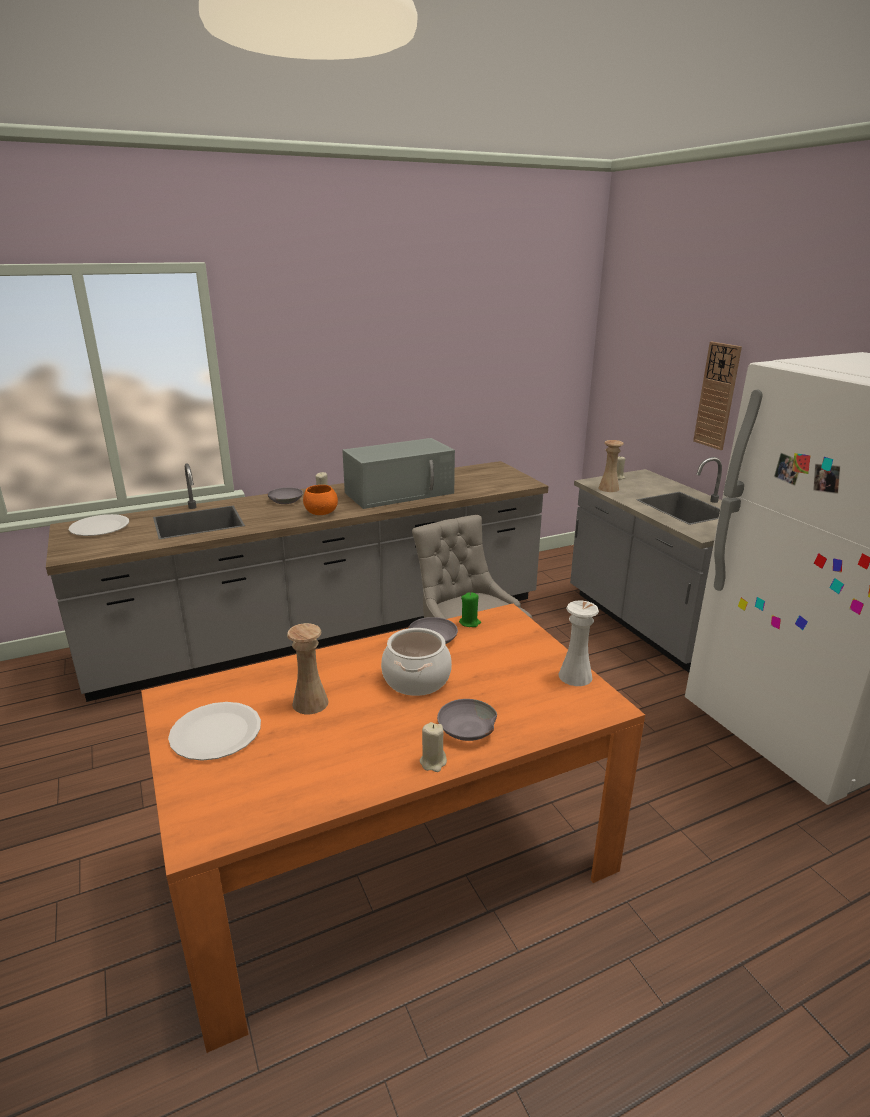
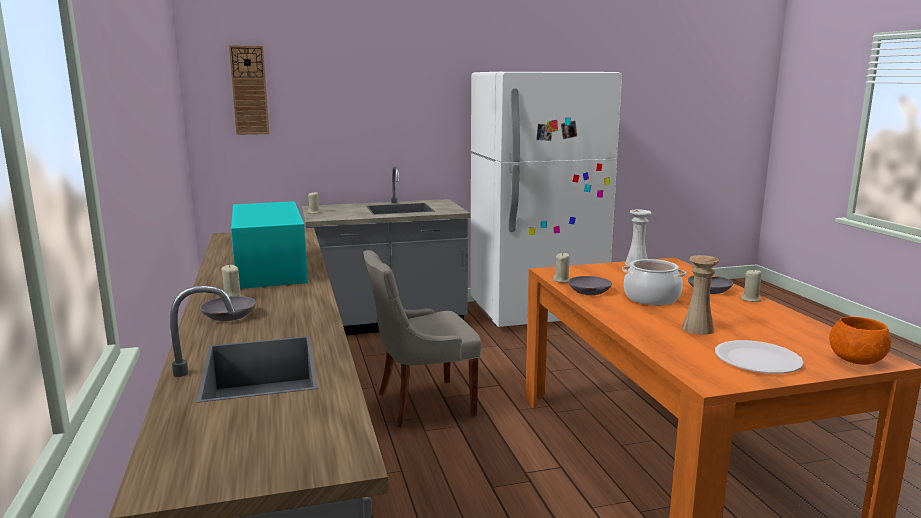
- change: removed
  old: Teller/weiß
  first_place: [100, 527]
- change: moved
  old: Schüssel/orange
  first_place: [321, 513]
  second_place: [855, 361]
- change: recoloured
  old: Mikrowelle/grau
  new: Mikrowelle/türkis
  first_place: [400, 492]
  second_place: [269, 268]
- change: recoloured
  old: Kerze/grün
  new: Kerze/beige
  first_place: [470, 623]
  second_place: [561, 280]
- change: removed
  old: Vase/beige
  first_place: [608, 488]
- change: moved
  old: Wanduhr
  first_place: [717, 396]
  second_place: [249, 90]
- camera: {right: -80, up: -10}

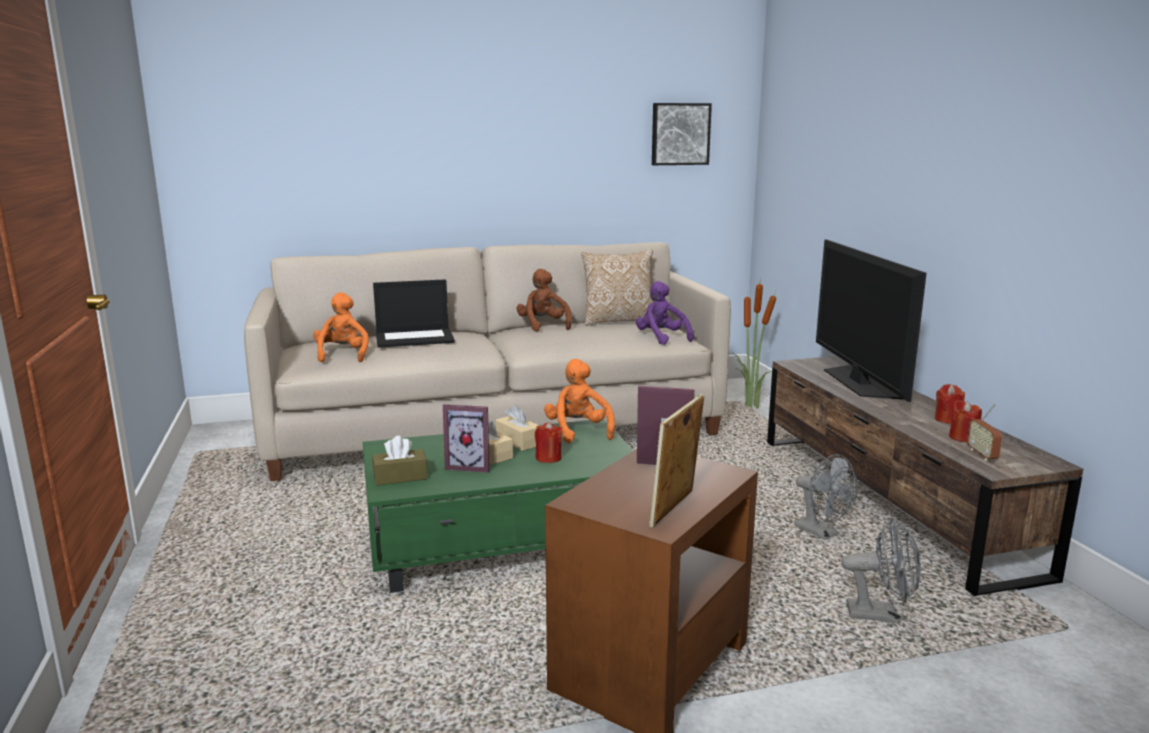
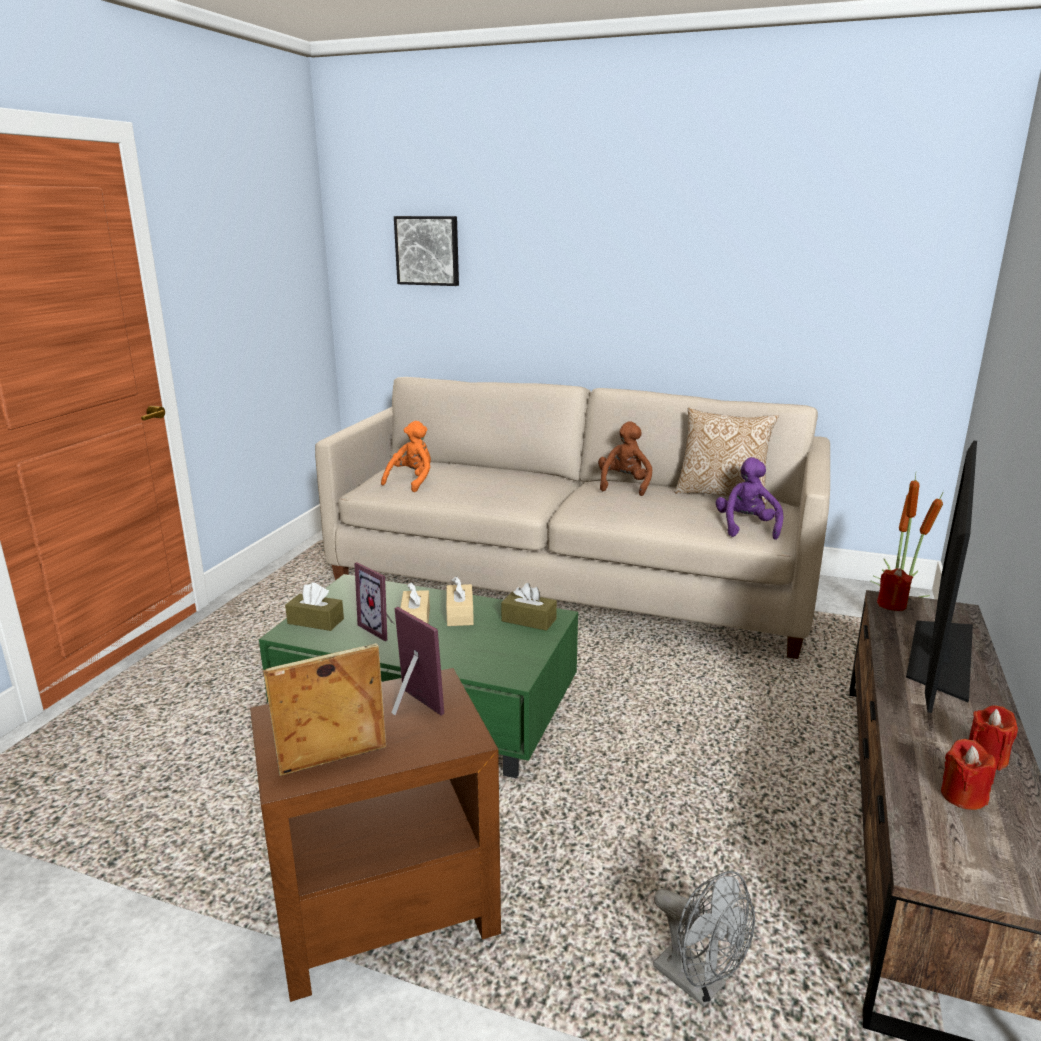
- change: removed
  old: Laptop
  first_place: [415, 338]
- change: moved
  old: Kerze/rot
  first_place: [548, 458]
  second_place: [891, 605]
- change: replaced
  old: Plüschtier/orange
  new: Taschentuchbox/braun
  first_place: [578, 432]
  second_place: [528, 620]
- change: moved
  old: Bild
  first_place: [680, 134]
  second_place: [428, 250]
- change: removed
  old: Ventilator/grau
  first_place: [822, 533]
- change: removed
  old: Radio
  first_place: [982, 454]
- camera: {right: 35, up: 5}

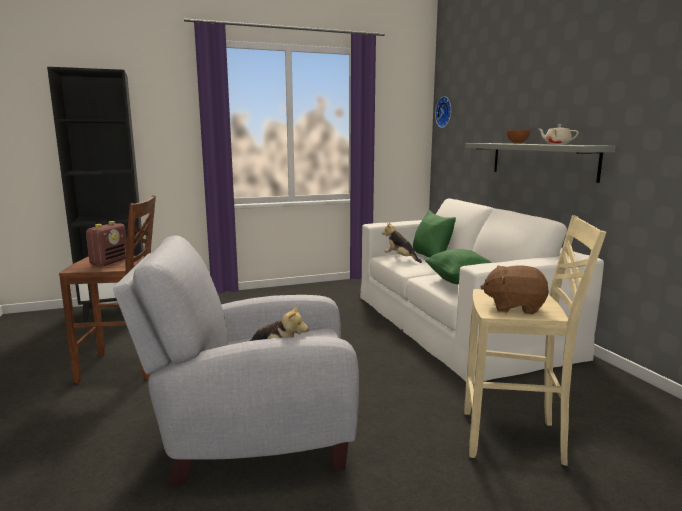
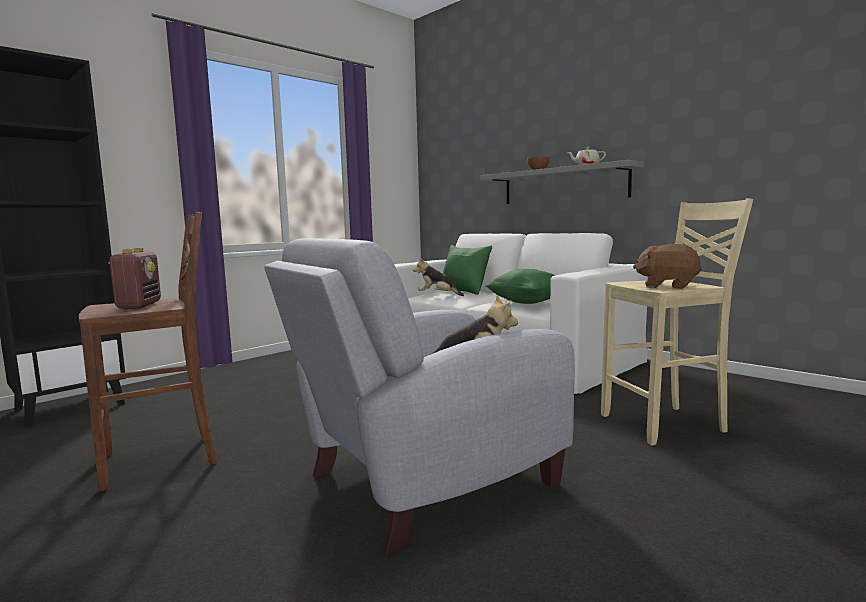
- change: removed
  old: Wanduhr
  first_place: [445, 112]
- change: turned
  old: Plüschtier/braun
  first_place: [514, 307]
  second_place: [667, 286]
  degrees: 45
- camera: {right: -25, up: -5}

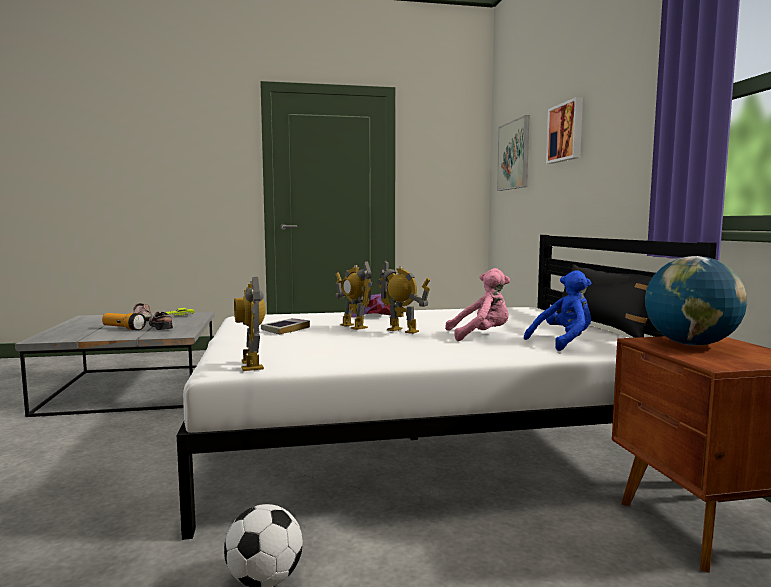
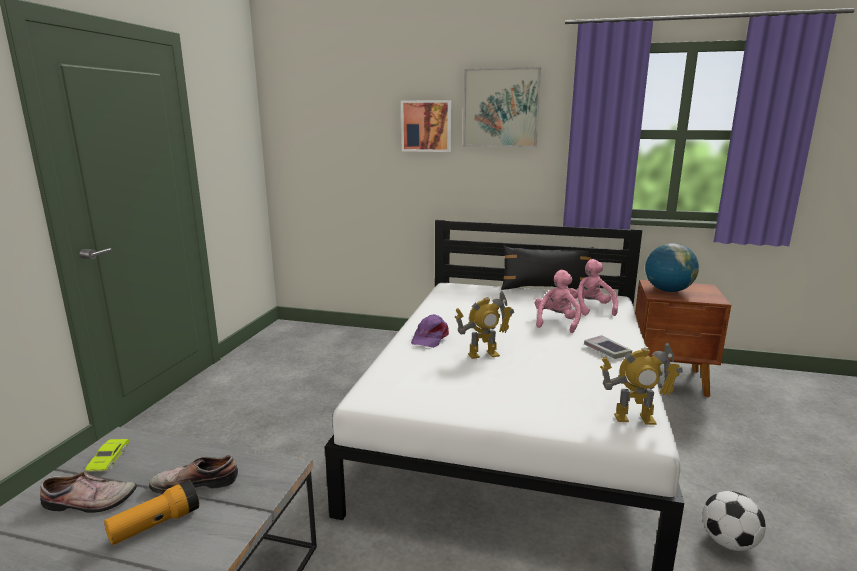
- change: moved
  old: Buch
  first_place: [285, 329]
  second_place: [607, 351]
- change: removed
  old: Spielzeugroboter
  first_place: [402, 331]
- change: moved
  old: Bild
  first_place: [513, 155]
  second_place: [501, 108]
- change: recoloured
  old: Plüschtier/blau
  new: Plüschtier/rosa
  first_place: [563, 342]
  second_place: [590, 309]
- camera: {right: -65, up: 10}

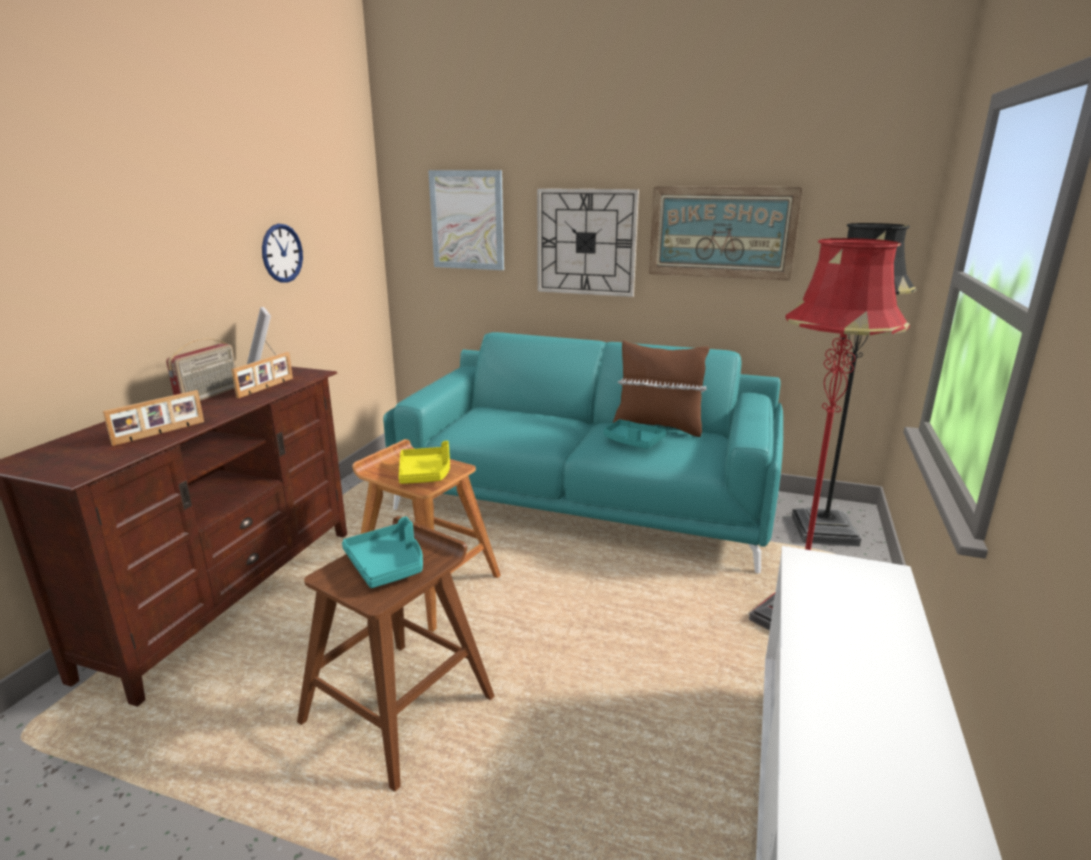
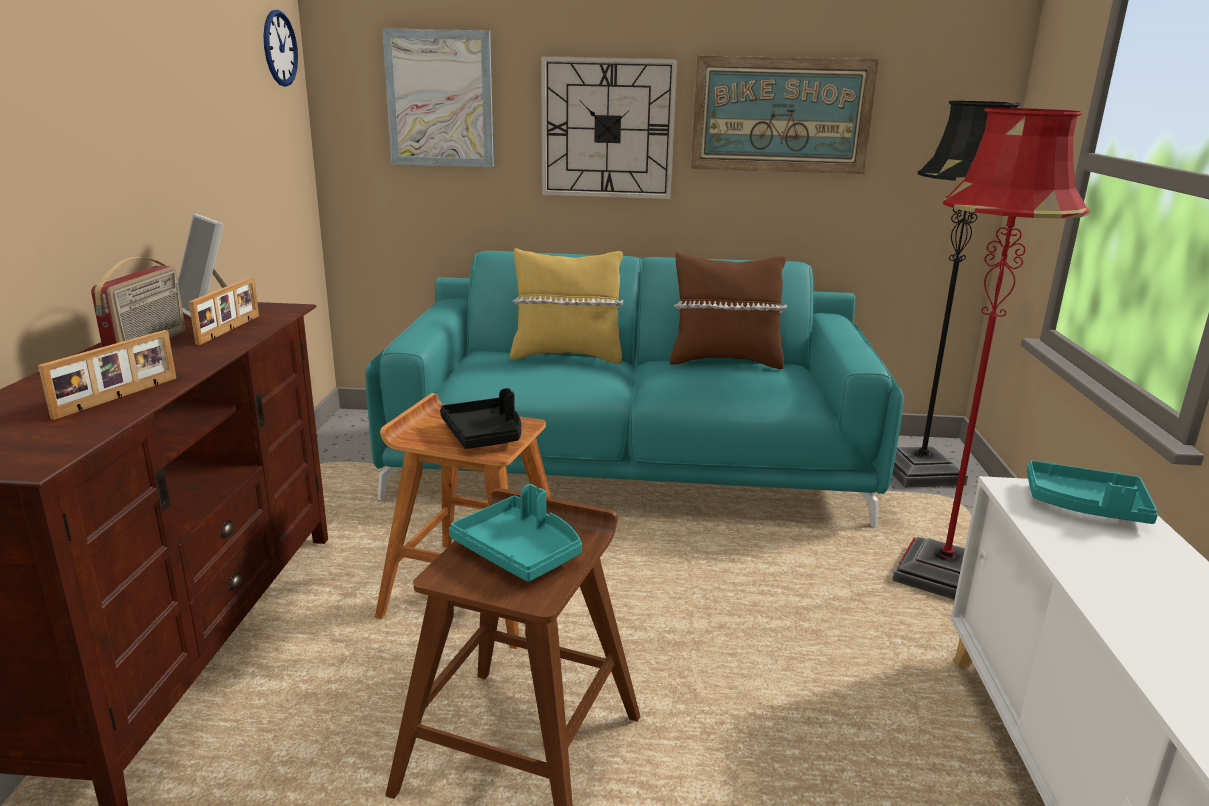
- change: moved
  old: Wanduhr
  first_place: [282, 253]
  second_place: [279, 48]
- change: recoloured
  old: Tablett/gelb
  new: Tablett/schwarz
  first_place: [425, 474]
  second_place: [485, 435]
- change: moved
  old: Tablett/türkis
  first_place: [633, 442]
  second_place: [1085, 506]
- change: added
  new: Kissen/gelb
  second_place: [566, 356]
- camera: {right: -15, up: 0}

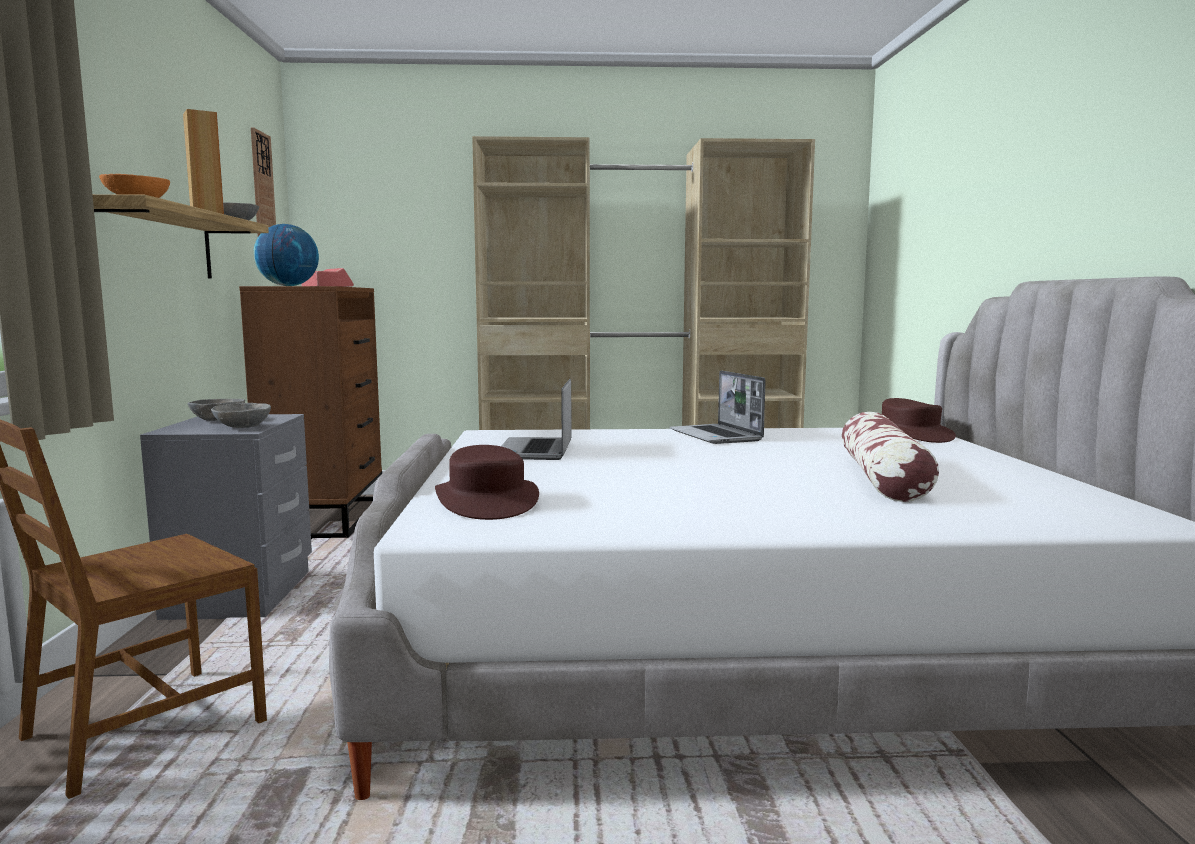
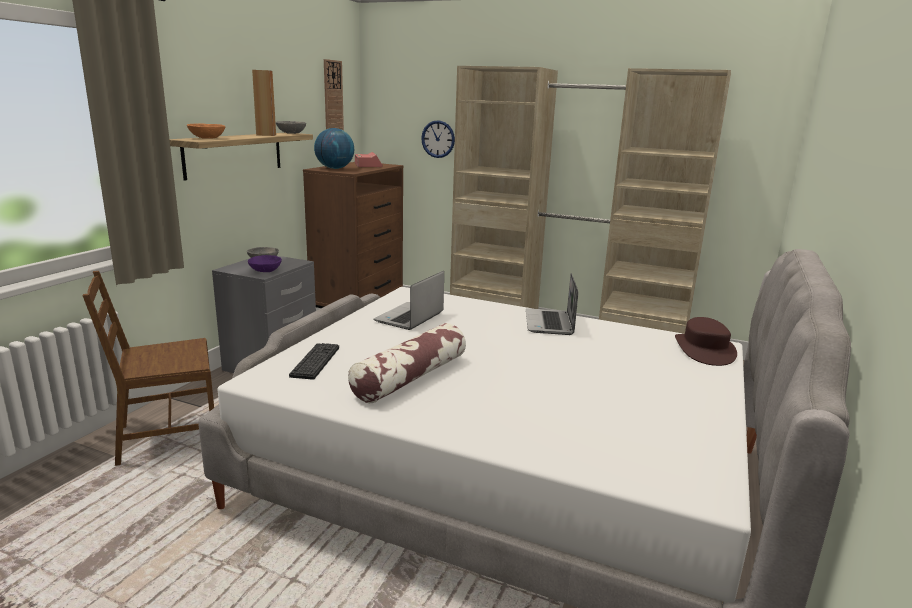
- change: recoloured
  old: Schüssel/grau
  new: Schüssel/lila
  first_place: [242, 427]
  second_place: [265, 271]
- change: replaced
  old: Hut/braun
  new: Tastatur
  first_place: [487, 501]
  second_place: [315, 361]
- change: moved
  old: Kissen
  first_place: [883, 478]
  second_place: [410, 377]
- change: added
  new: Wanduhr
  second_place: [438, 139]
- camera: {right: 25, up: 10}

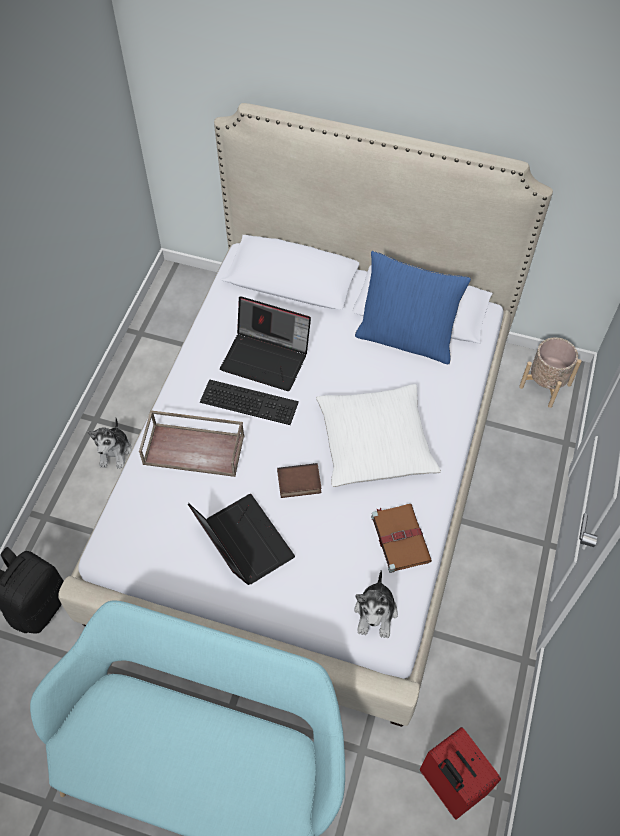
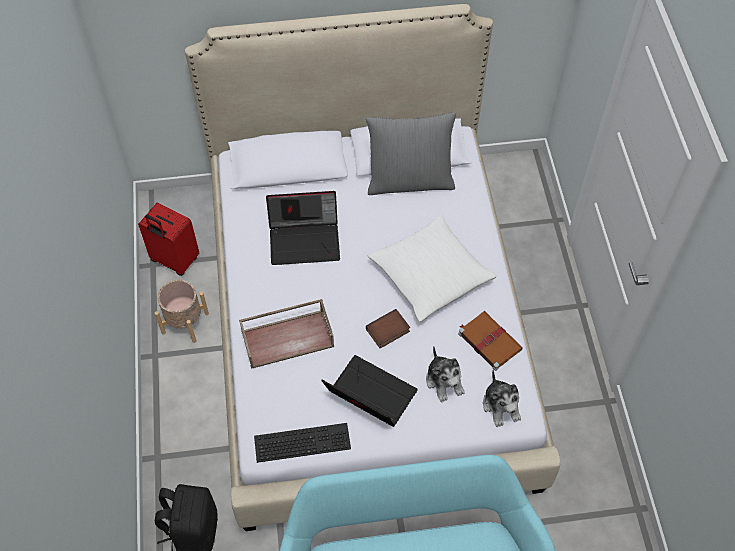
- change: moved
  old: Plüschtier
  first_place: [115, 451]
  second_place: [444, 381]
- change: moved
  old: Tastatur
  first_place: [250, 401]
  second_place: [303, 440]
- change: recoloured
  old: Kissen/blau
  new: Kissen/grau
  first_place: [406, 338]
  second_place: [409, 180]
- change: moved
  old: Koffer/rot
  first_place: [449, 784]
  second_place: [174, 260]
- change: moved
  old: Pflanzkübel/beige
  first_place: [545, 385]
  second_place: [185, 322]
- camera: {right: -25, up: 0}

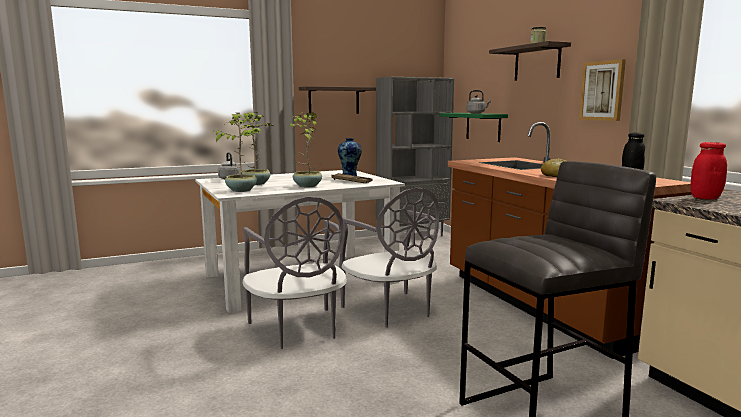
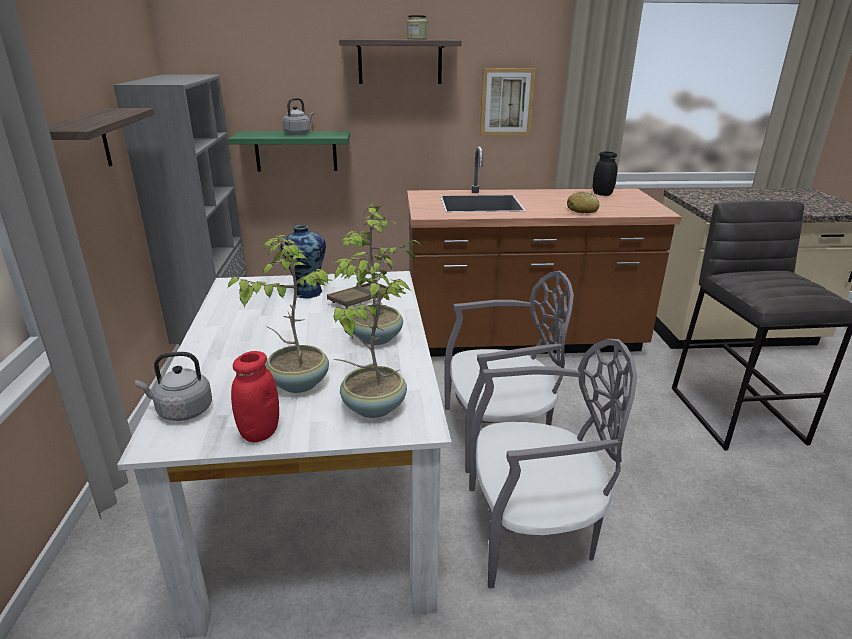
- change: moved
  old: Vorratsglas/rot
  first_place: [705, 198]
  second_place: [259, 432]
- camera: {right: -70, up: 15}

